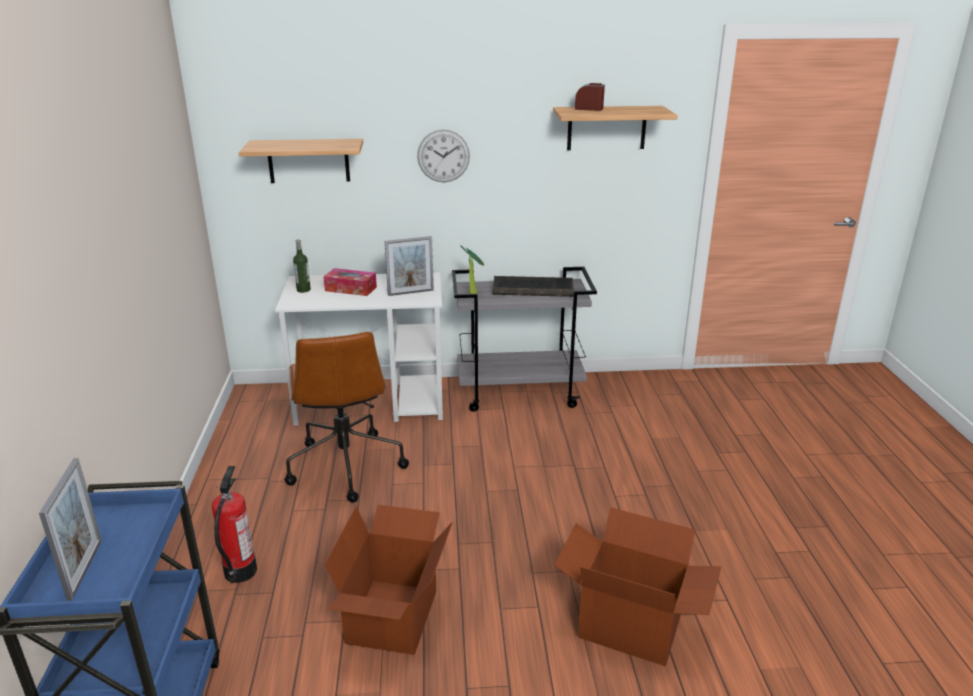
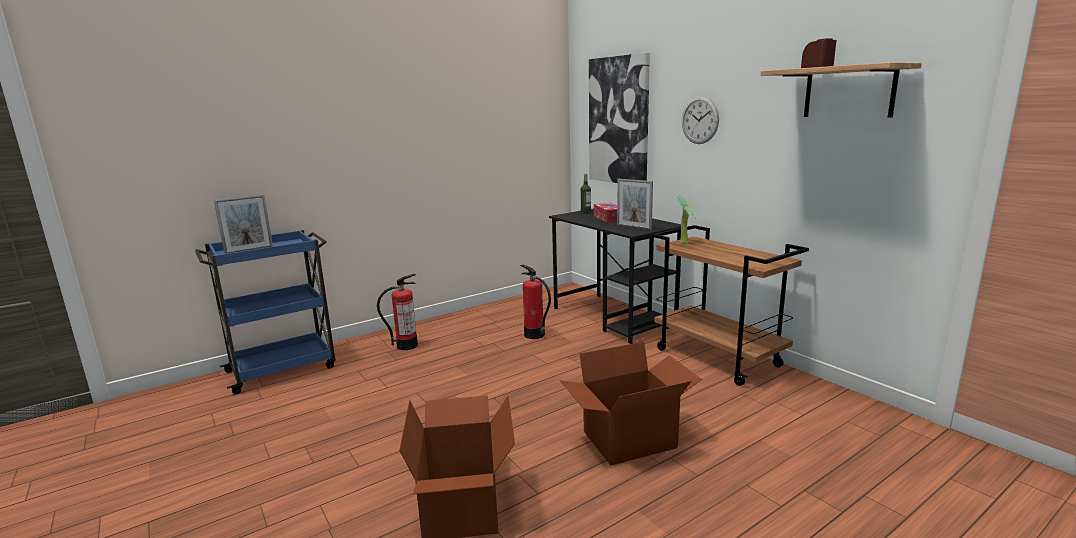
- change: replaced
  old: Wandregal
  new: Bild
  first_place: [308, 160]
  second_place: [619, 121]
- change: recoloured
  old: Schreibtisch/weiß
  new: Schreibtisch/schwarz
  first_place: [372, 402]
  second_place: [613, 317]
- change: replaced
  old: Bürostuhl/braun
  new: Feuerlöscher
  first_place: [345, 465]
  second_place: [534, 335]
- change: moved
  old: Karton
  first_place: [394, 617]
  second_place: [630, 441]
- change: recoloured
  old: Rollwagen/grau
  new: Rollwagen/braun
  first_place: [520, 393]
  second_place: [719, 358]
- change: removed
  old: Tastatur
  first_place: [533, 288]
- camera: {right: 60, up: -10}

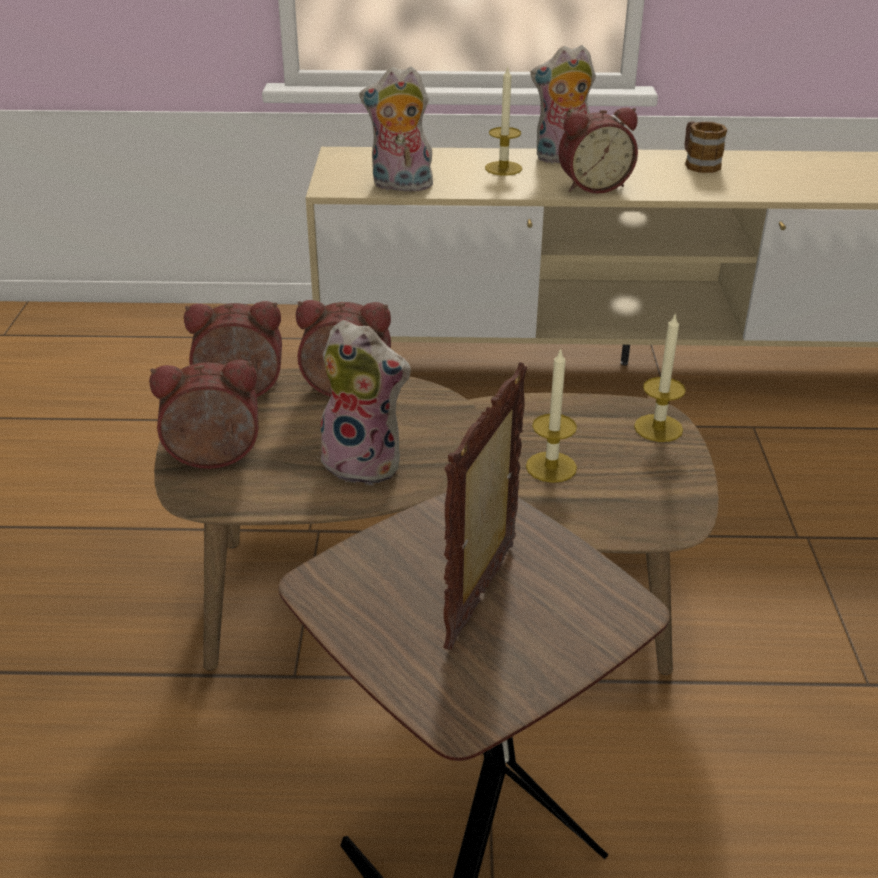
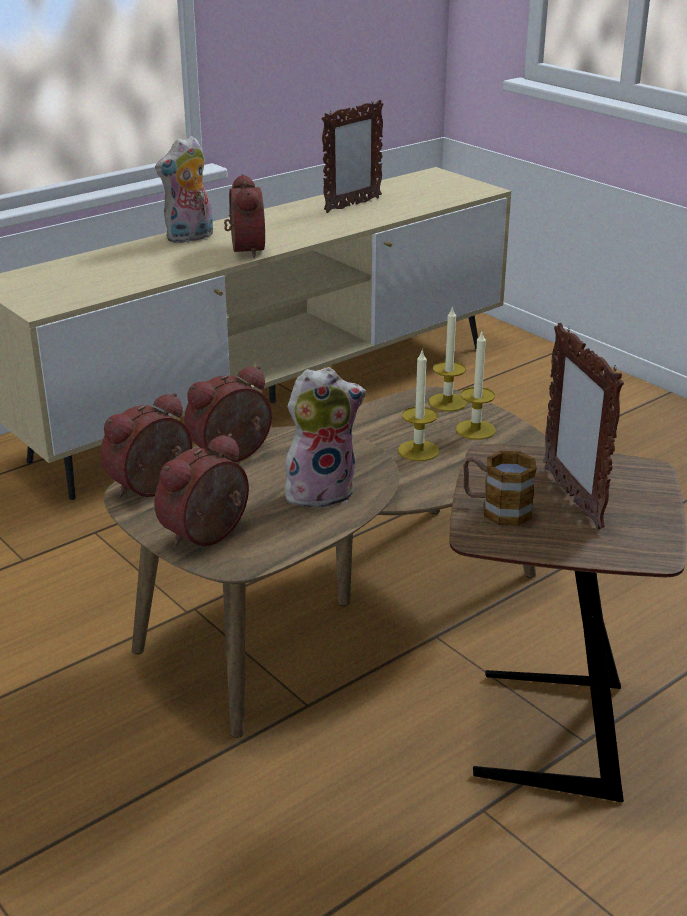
- change: removed
  old: Plüschtier
  first_place: [400, 186]
- change: moved
  old: Kerze
  first_place: [503, 168]
  second_place: [475, 430]
- change: turned
  old: Wecker
  first_place: [593, 186]
  second_place: [243, 249]
  degrees: -45
- change: moved
  old: Henkelbecher
  first_place: [698, 164]
  second_place: [496, 509]
- change: added
  new: Bilderrahmen
  second_place: [352, 205]
- camera: {right: -40, up: -5}

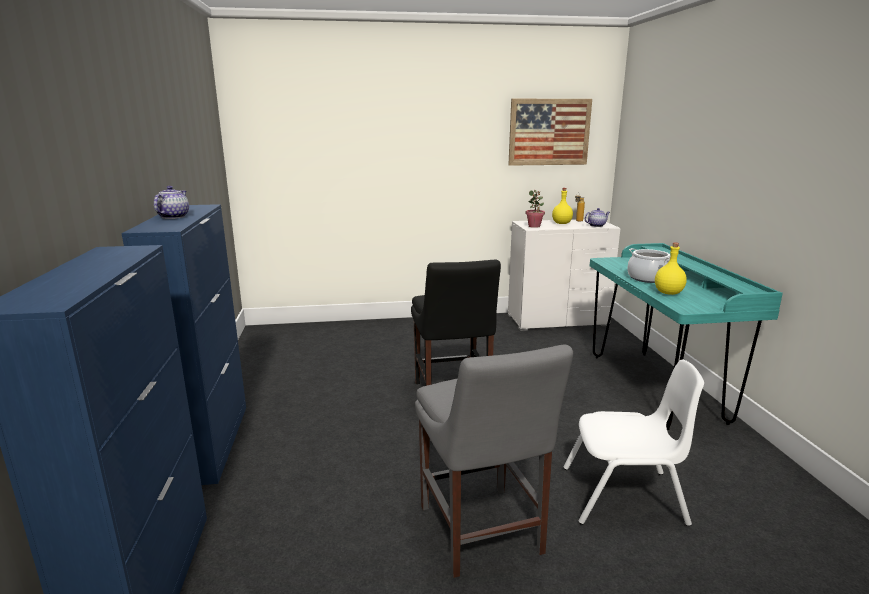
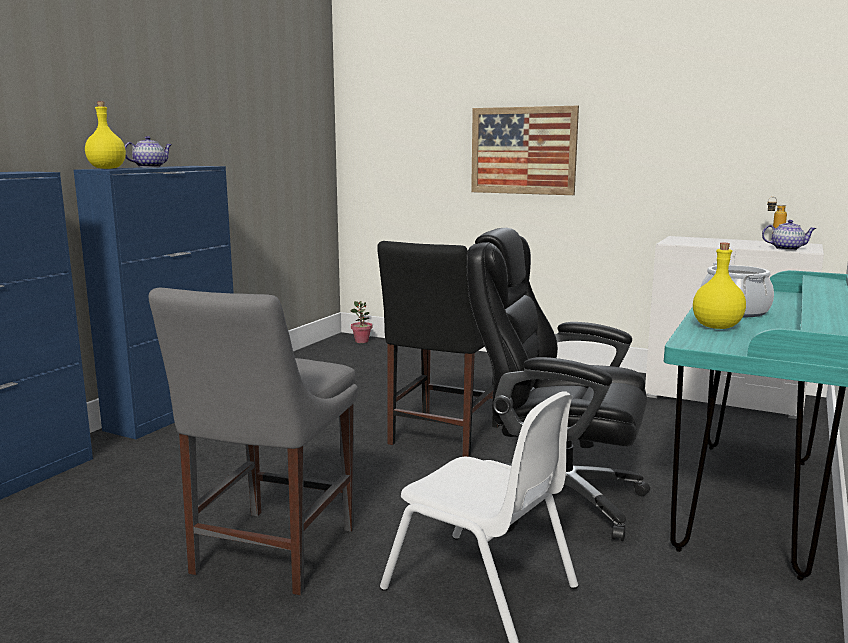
- change: moved
  old: Bild
  first_place: [549, 132]
  second_place: [523, 150]
- change: moved
  old: Topfpflanze
  first_place: [534, 226]
  second_place: [361, 341]
- change: moved
  old: Flasche/gelb
  first_place: [561, 223]
  second_place: [108, 168]
- change: added
  new: Bürostuhl/schwarz
  second_place: [556, 498]
- camera: {right: 35, up: -5}

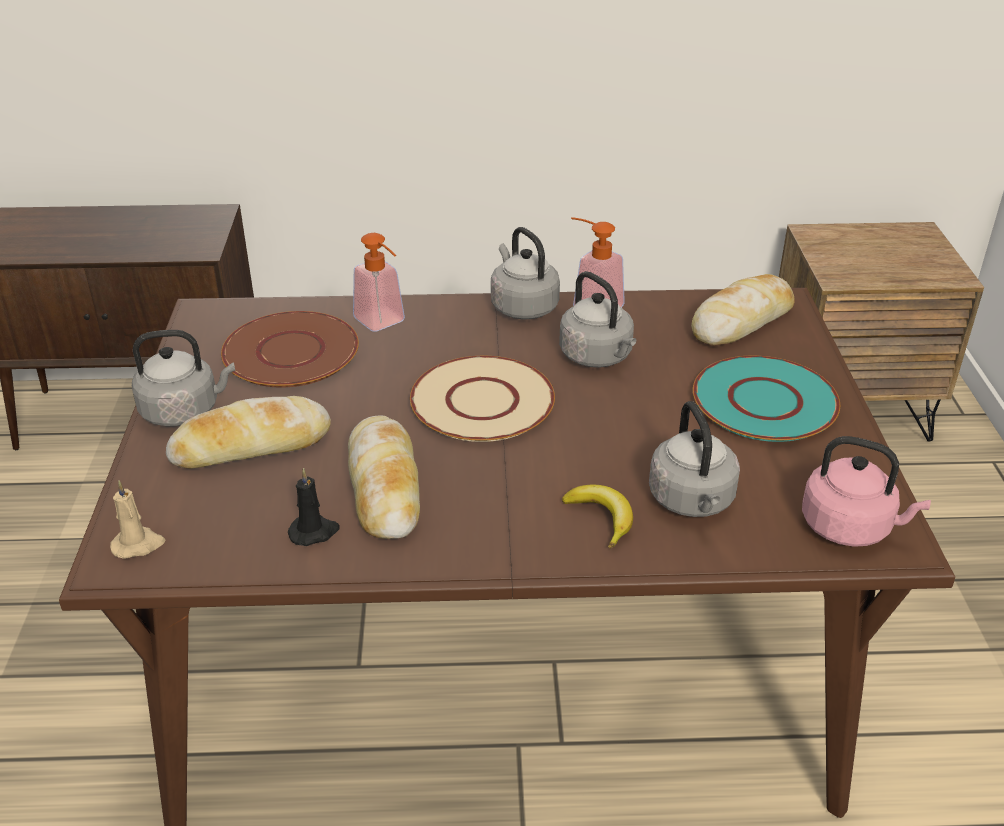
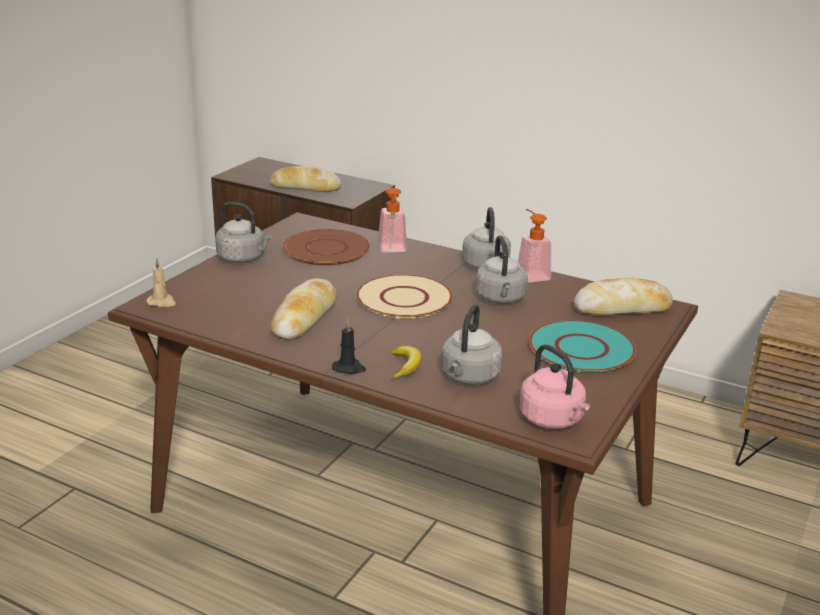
- change: moved
  old: Brot
  first_place: [251, 446]
  second_place: [305, 188]
- change: moved
  old: Kerze/schwarz
  first_place: [314, 532]
  second_place: [349, 368]
- camera: {right: 30, up: -10}

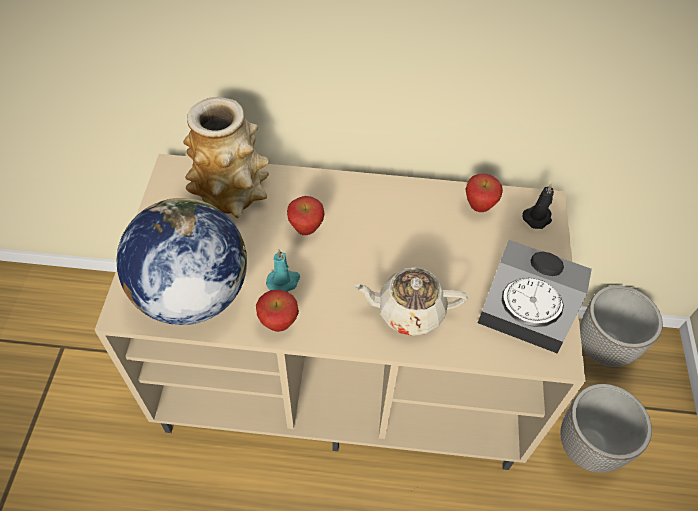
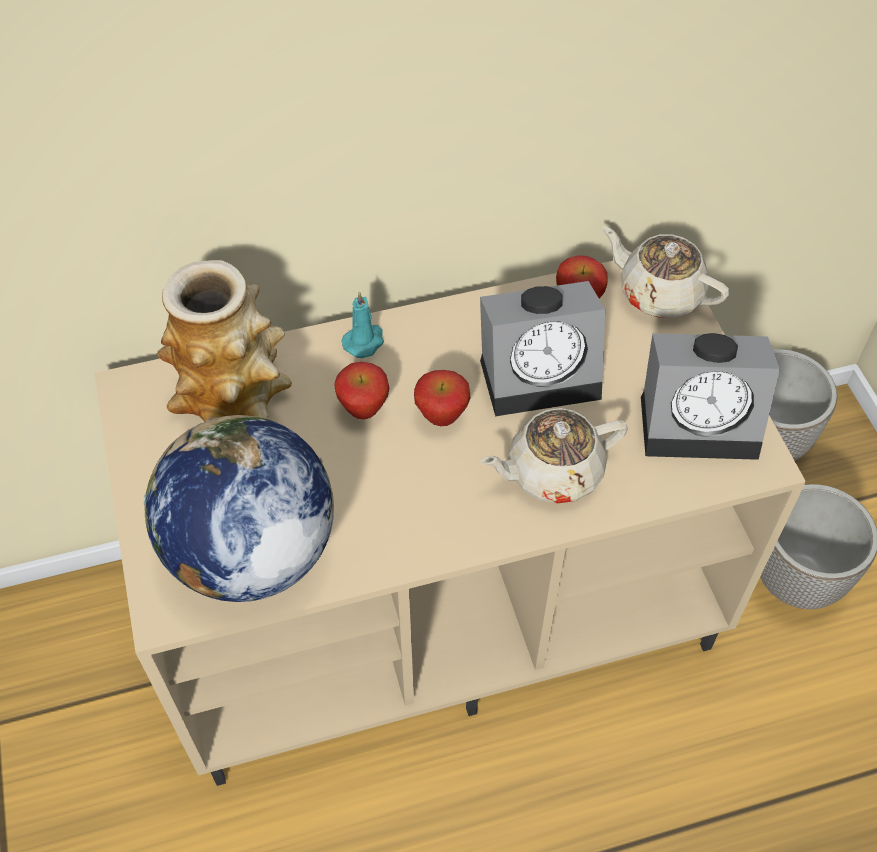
- change: moved
  old: Apfel
  first_place: [279, 323]
  second_place: [442, 417]
- change: moved
  old: Kerze/türkis
  first_place: [284, 281]
  second_place: [364, 341]
- change: replaced
  old: Kerze/schwarz
  new: Teekanne/beige
  first_place: [538, 217]
  second_place: [658, 293]
- change: added
  new: Wecker
  second_place: [542, 374]
- camera: {right: -20, up: 0}

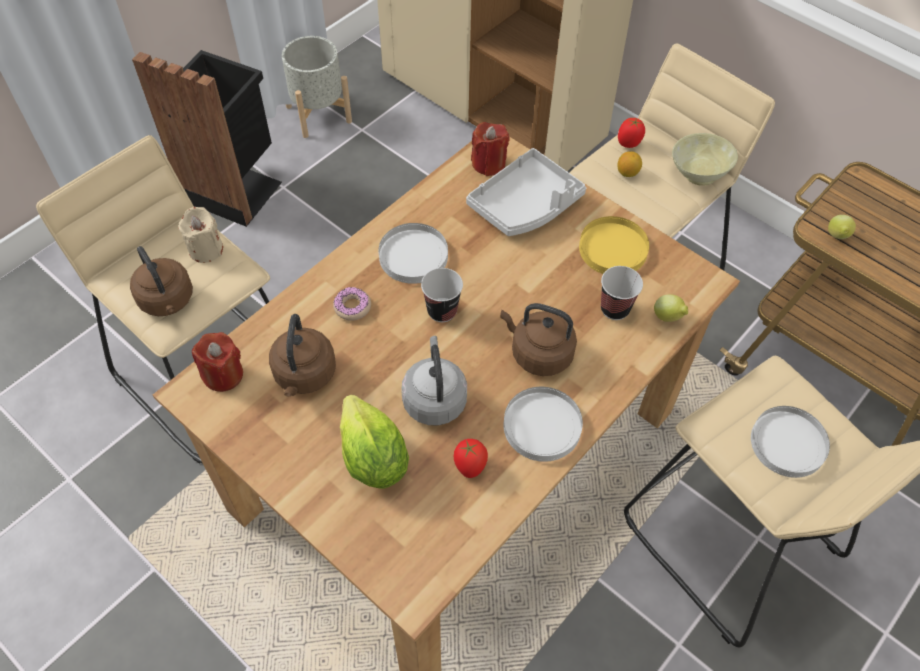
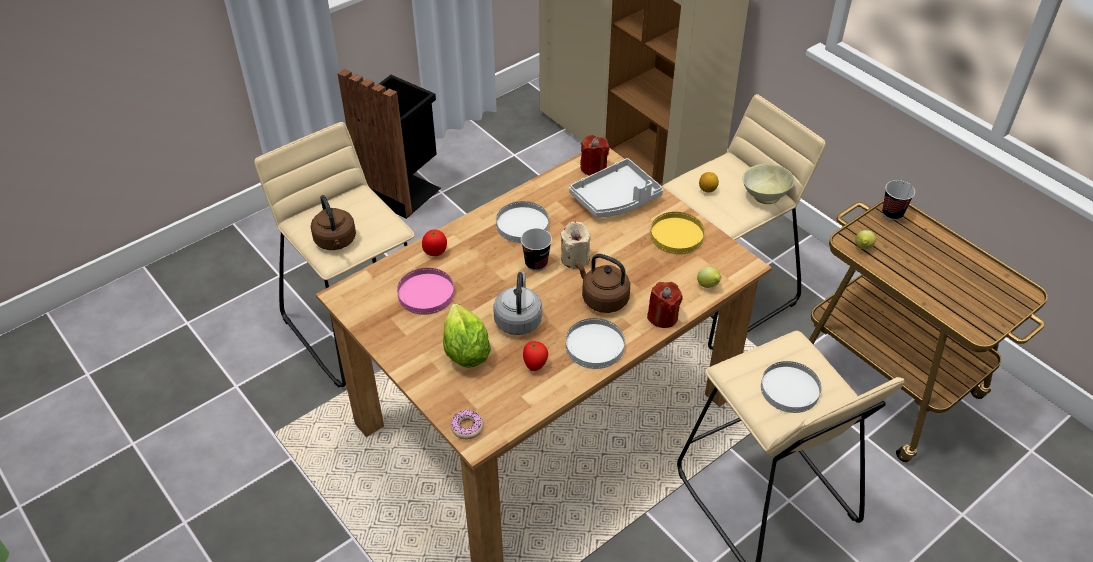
- change: moved
  old: Kerze/beige
  first_place: [206, 249]
  second_place: [575, 258]
- change: moved
  old: Kerze/rot
  first_place: [223, 374]
  second_place: [663, 317]
- change: replaced
  old: Wasserkessel/braun
  new: Teller/rosa
  first_place: [304, 375]
  second_place: [426, 294]
- change: removed
  old: Pflanzkübel/grau
  first_place: [319, 114]
- change: moved
  old: Donut
  first_place: [352, 307]
  second_place: [467, 427]
- change: moved
  old: Tasse
  first_place: [615, 309]
  second_place: [892, 213]
- change: moved
  old: Tomate
  first_place: [629, 143]
  second_place: [435, 252]
- camera: {right: 10, up: -10}

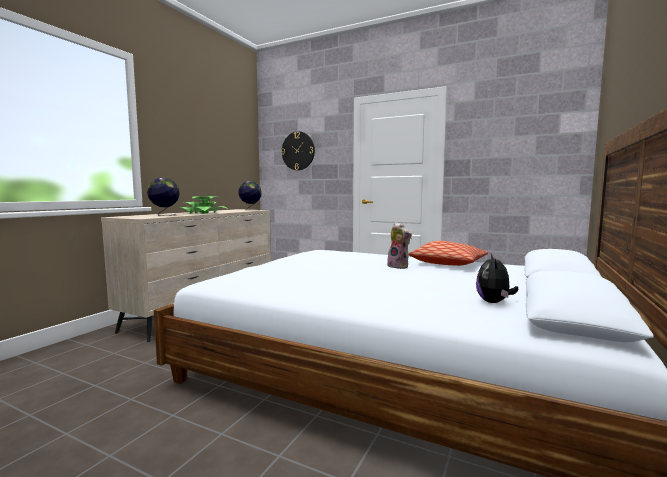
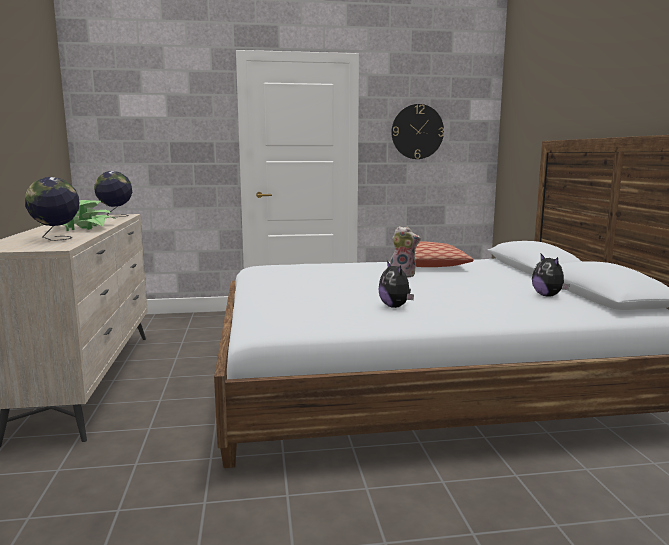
- change: moved
  old: Wanduhr
  first_place: [298, 151]
  second_place: [417, 131]
- change: added
  new: Plüschtier
  second_place: [395, 306]
- camera: {right: -35, up: 5}

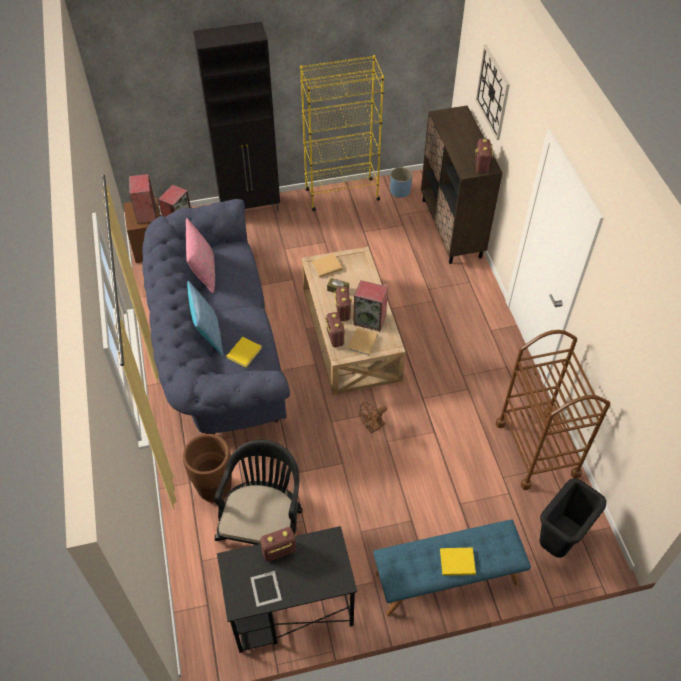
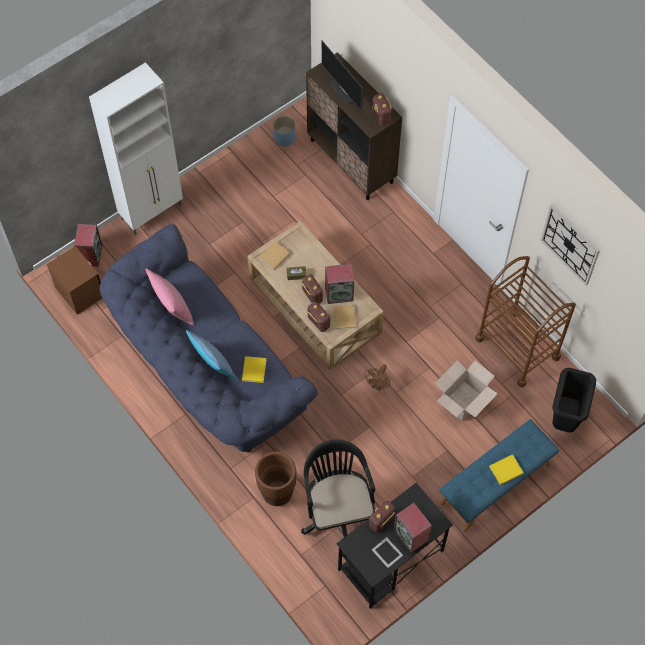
- change: moved
  old: Lautsprecher
  first_place: [147, 214]
  second_place: [411, 535]
- change: recoloured
  old: Schrank/schwarz
  new: Schrank/weiß
  first_place: [251, 208]
  second_place: [152, 212]
- change: removed
  old: Bücherregal/gelb
  first_place: [341, 194]
- change: moved
  old: Wanduhr
  first_place: [493, 92]
  second_place: [570, 244]
- change: added
  new: Monitor
  second_place: [346, 90]
- change: added
  new: Karton
  second_place: [462, 400]
- camera: {right: -25, up: 10}

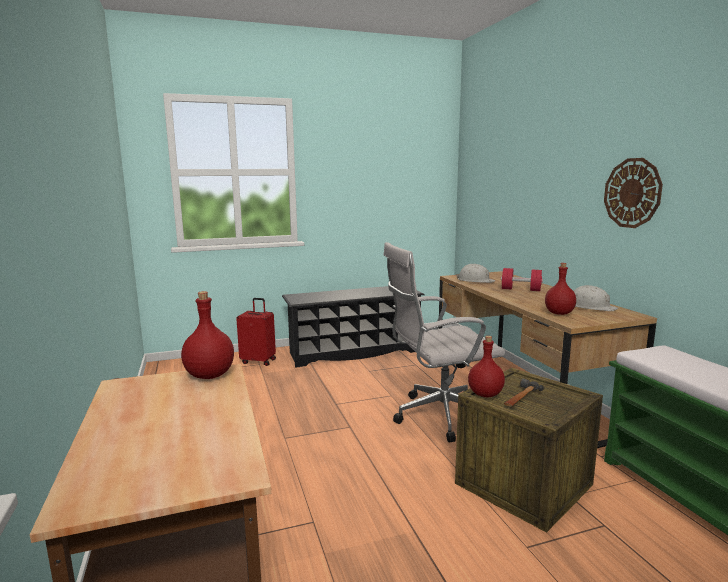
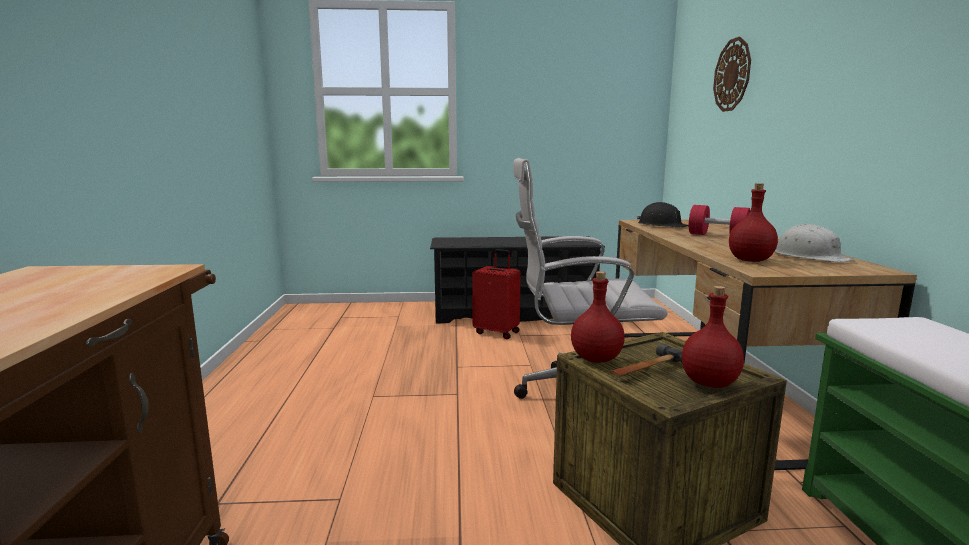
- change: moved
  old: Flasche/rot
  first_place: [209, 375]
  second_place: [709, 383]
- change: moved
  old: Koffer/rot
  first_place: [259, 361]
  second_place: [497, 332]
- change: recoloured
  old: Schutzhelm/weiß
  new: Schutzhelm/schwarz
  first_place: [475, 280]
  second_place: [662, 225]
- change: moved
  old: Wanduhr
  first_place: [632, 193]
  second_place: [732, 75]
- camera: {right: 15, up: 0}

